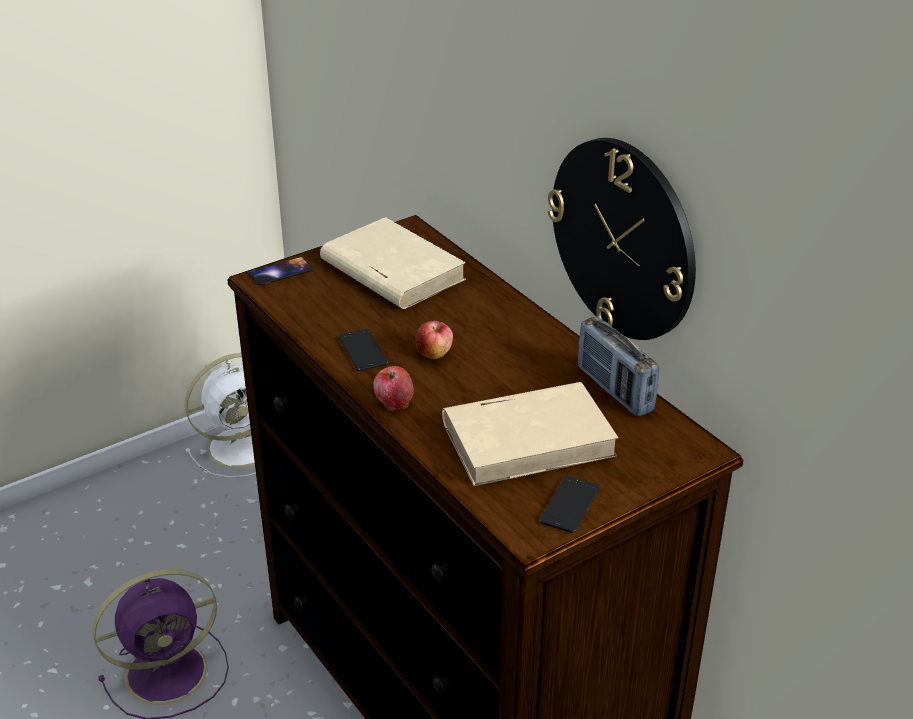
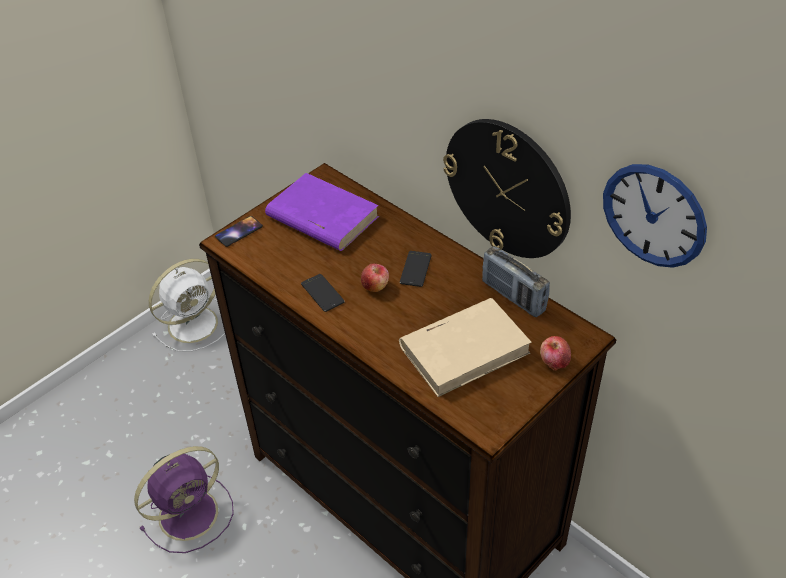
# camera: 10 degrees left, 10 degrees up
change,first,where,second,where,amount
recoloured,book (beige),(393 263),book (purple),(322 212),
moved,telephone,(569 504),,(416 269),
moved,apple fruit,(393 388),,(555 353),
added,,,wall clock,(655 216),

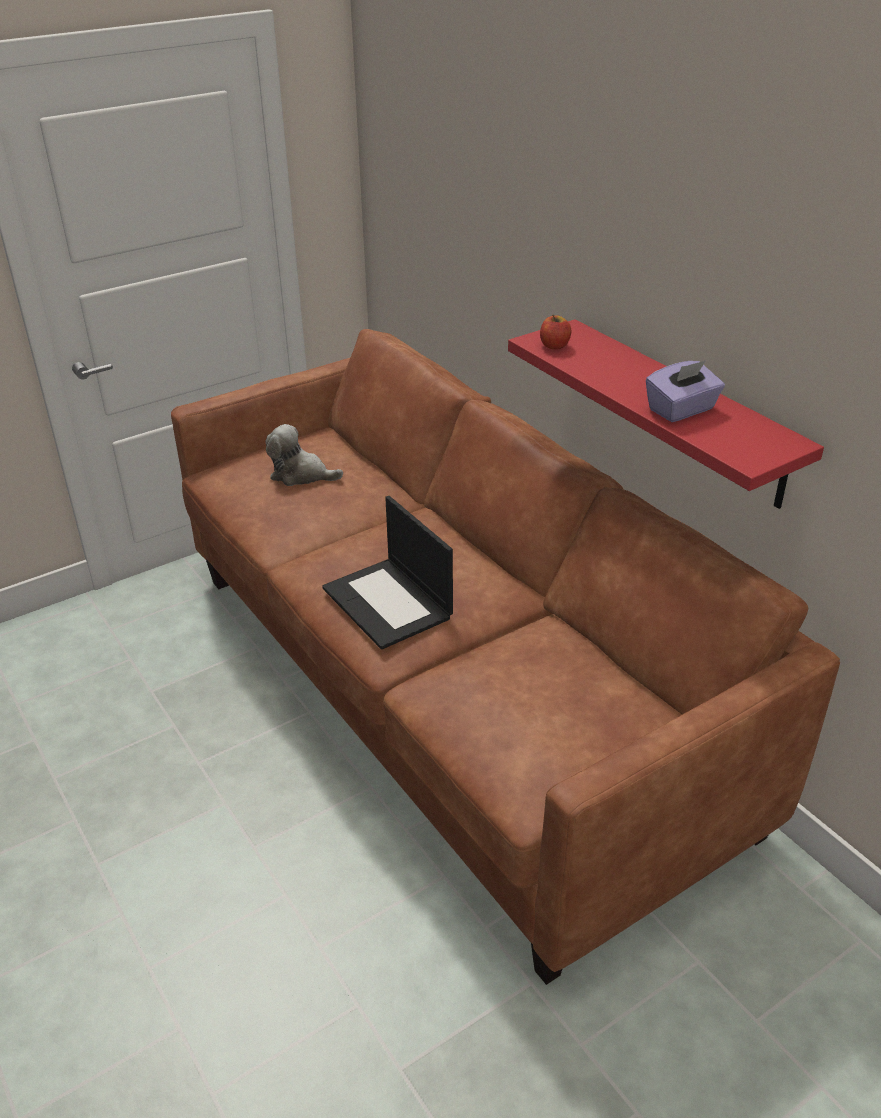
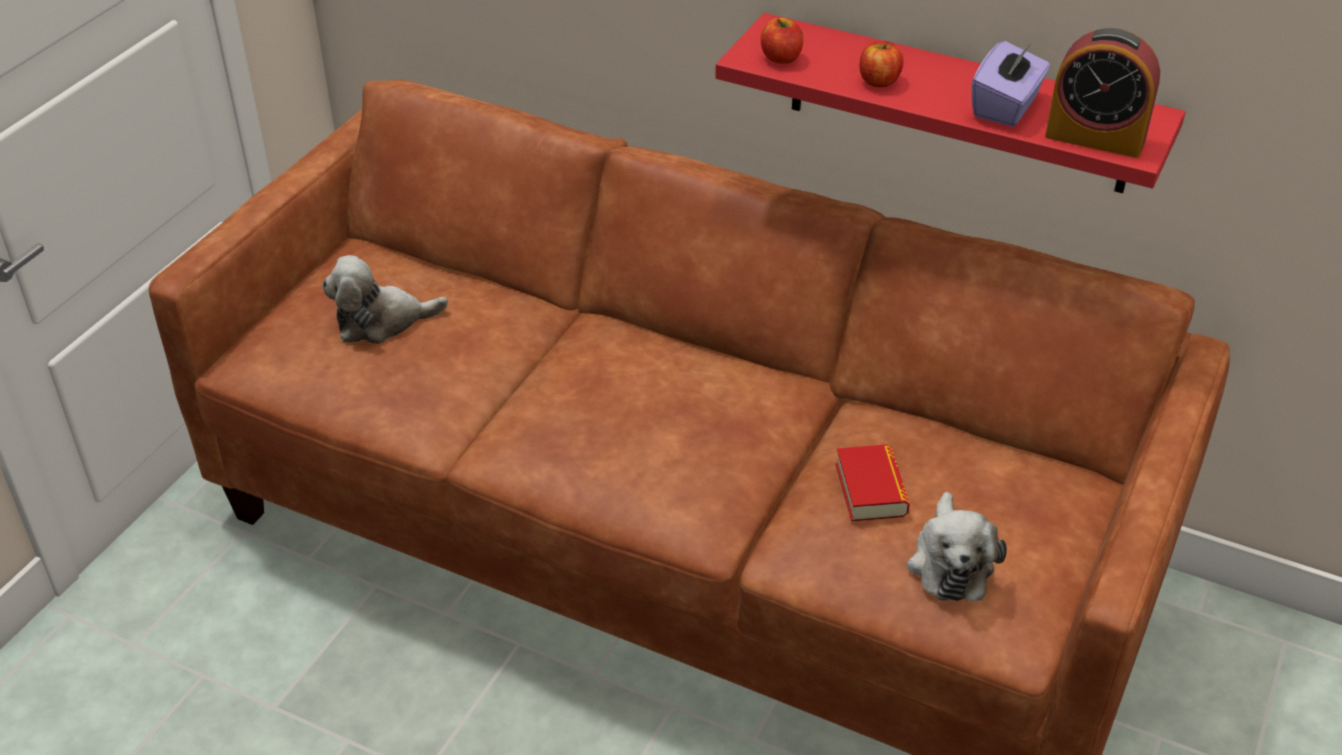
# camera: 30 degrees left, 5 degrees up
change,first,where,second,where,amount
added,,,book,(872 482),
added,,,apple fruit,(881 64),
added,,,cuddly toy,(957 546),
added,,,bedside clock,(1102 93),
removed,laptop,(387 573),,,

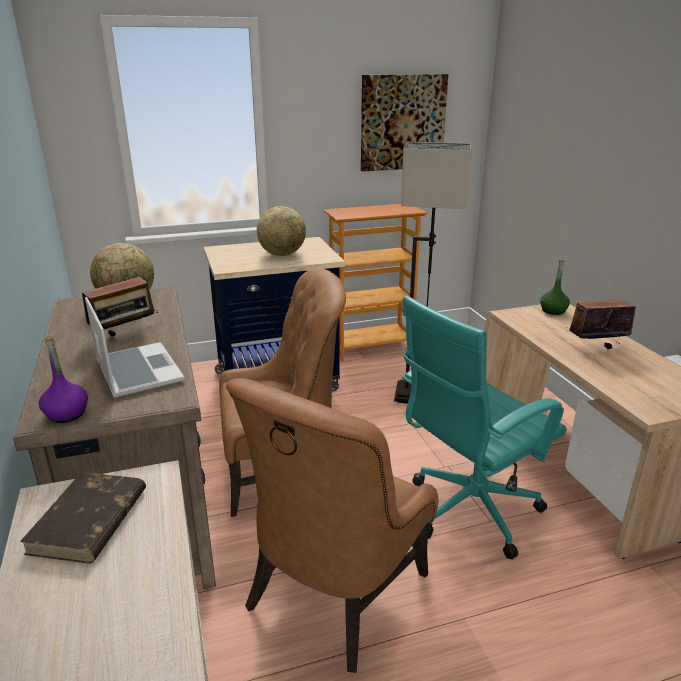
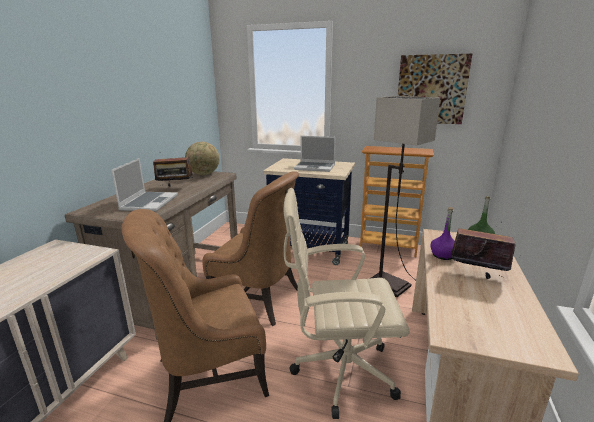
# camera: 35 degrees right, 5 degrees down
change,first,where,second,where,amount
recoloured,office chair (turquoise),(484 427),office chair (beige),(346 303),
replaced,world globe,(281 231),laptop,(315 154),
moved,drink bottle (purple),(63 379),,(442 233),
removed,book (brown),(83 518),,,

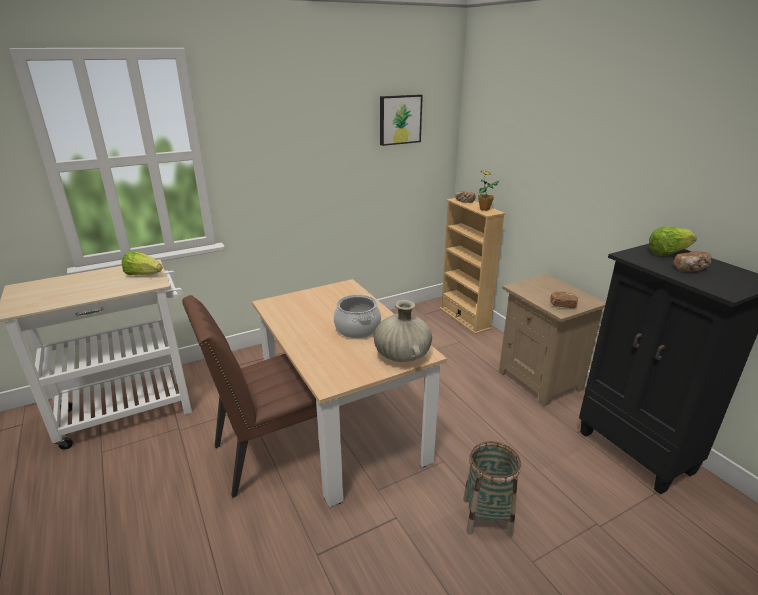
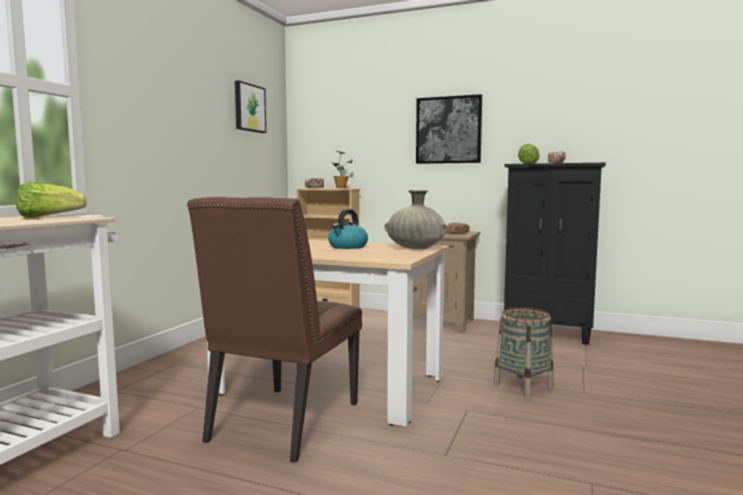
# camera: 40 degrees left, 20 degrees down
change,first,where,second,where,amount
replaced,stockpot,(357 316),kettle,(348 229),
added,,,wall picture,(449 129),

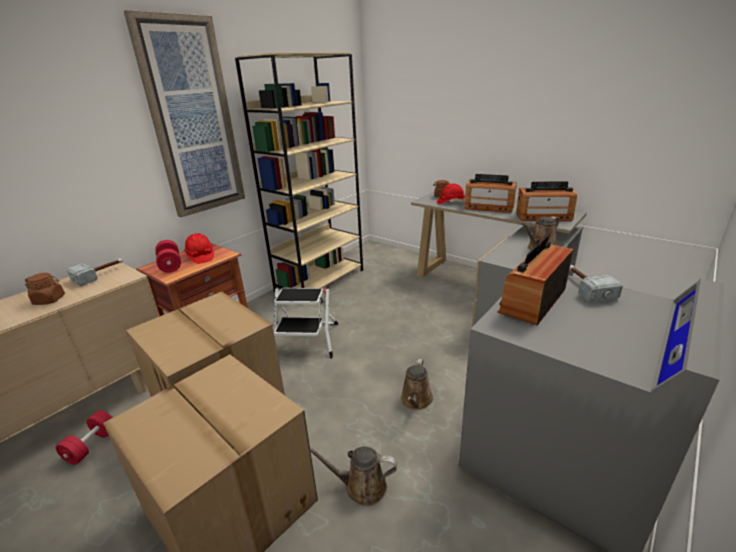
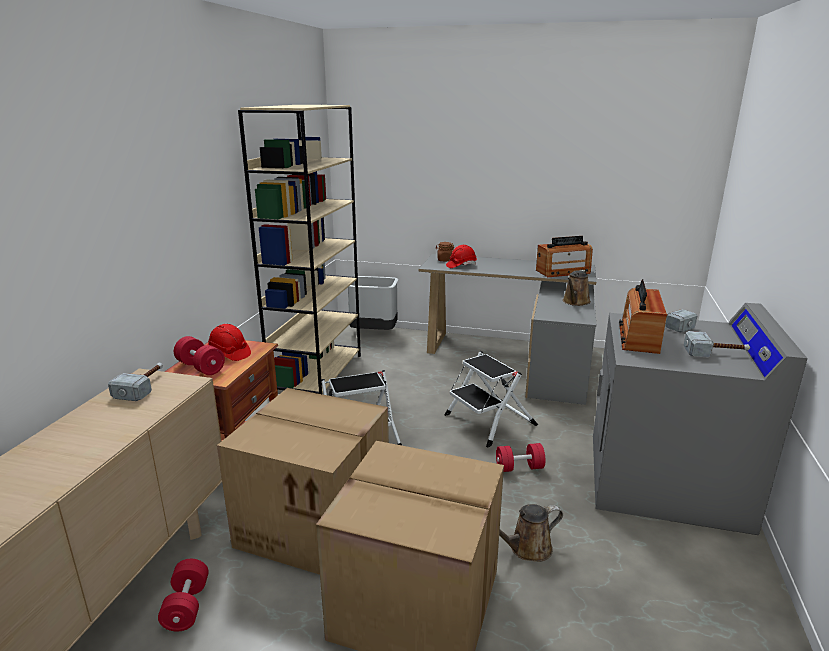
# camera: 25 degrees left, 5 degrees down
change,first,where,second,where,amount
added,,,rubbish bin (greyish),(373 303),
added,,,step ladder,(491 399),
replaced,sprinkling can (brown),(417 384),hand weight (reddish),(521 457),
added,,,hand hammer,(717 344),
removed,jar (brown),(45 289),,,
removed,wall picture,(184 113),,,
removed,radio,(490 193),,,

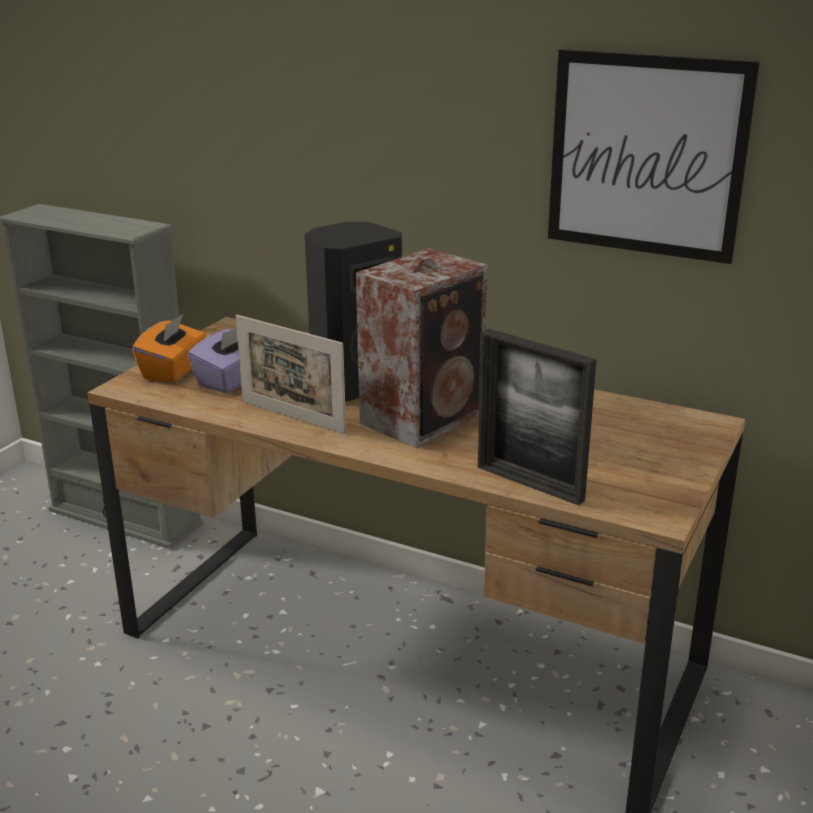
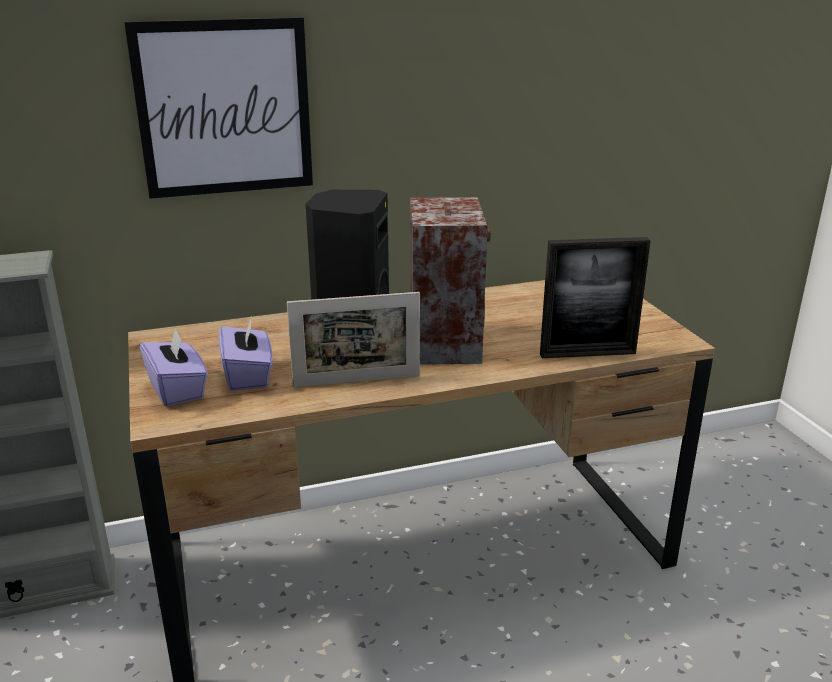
# camera: 45 degrees left, 0 degrees up
change,first,where,second,where,amount
moved,wall picture,(654 156),,(218 108),
recoloured,tissue holder (orange),(169 348),tissue holder (purple),(174 367),

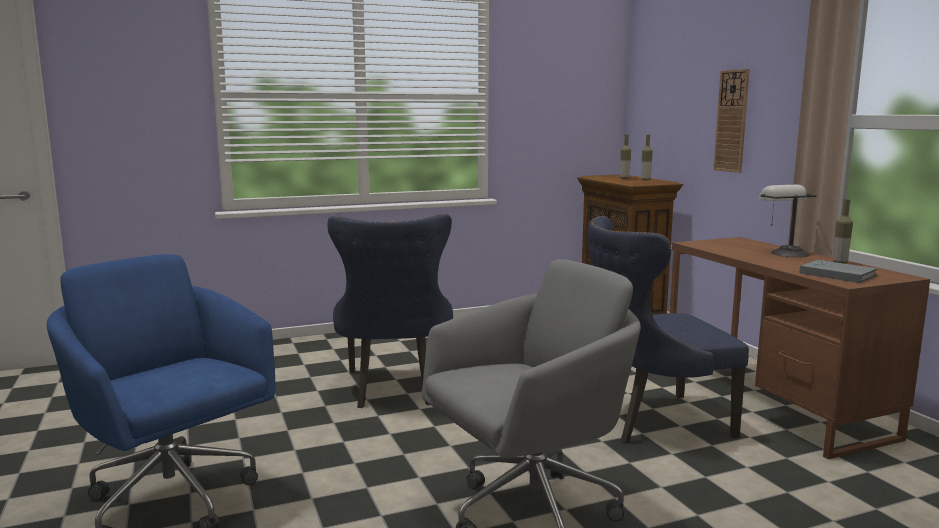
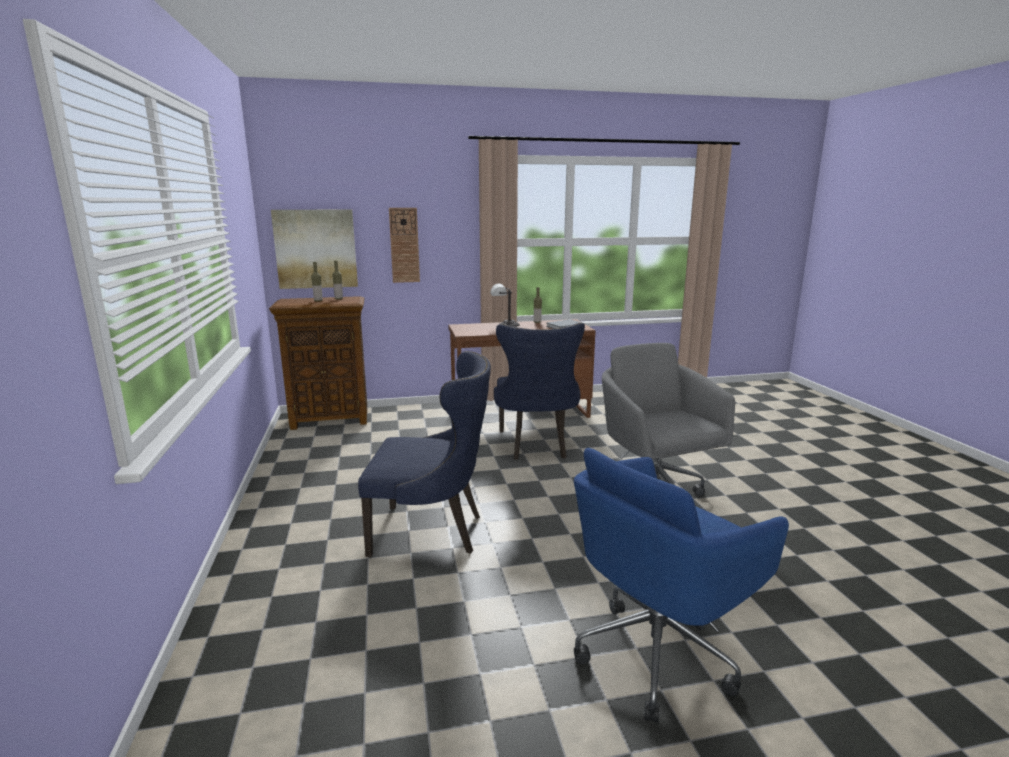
# camera: 80 degrees left, 5 degrees up
change,first,where,second,where,amount
added,,,wall picture,(314 249),

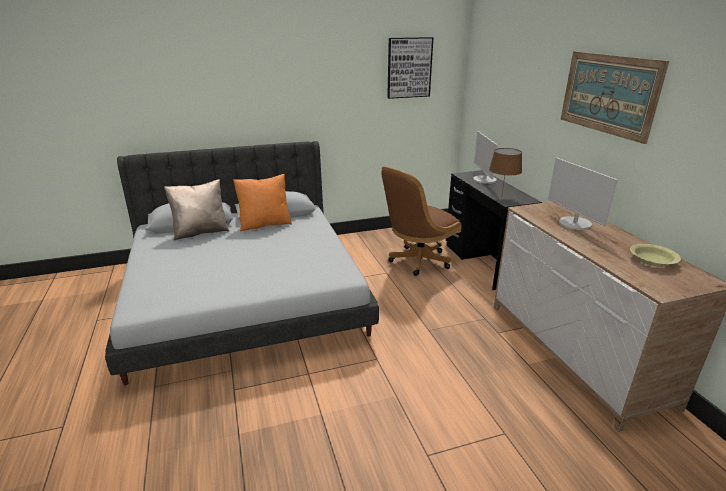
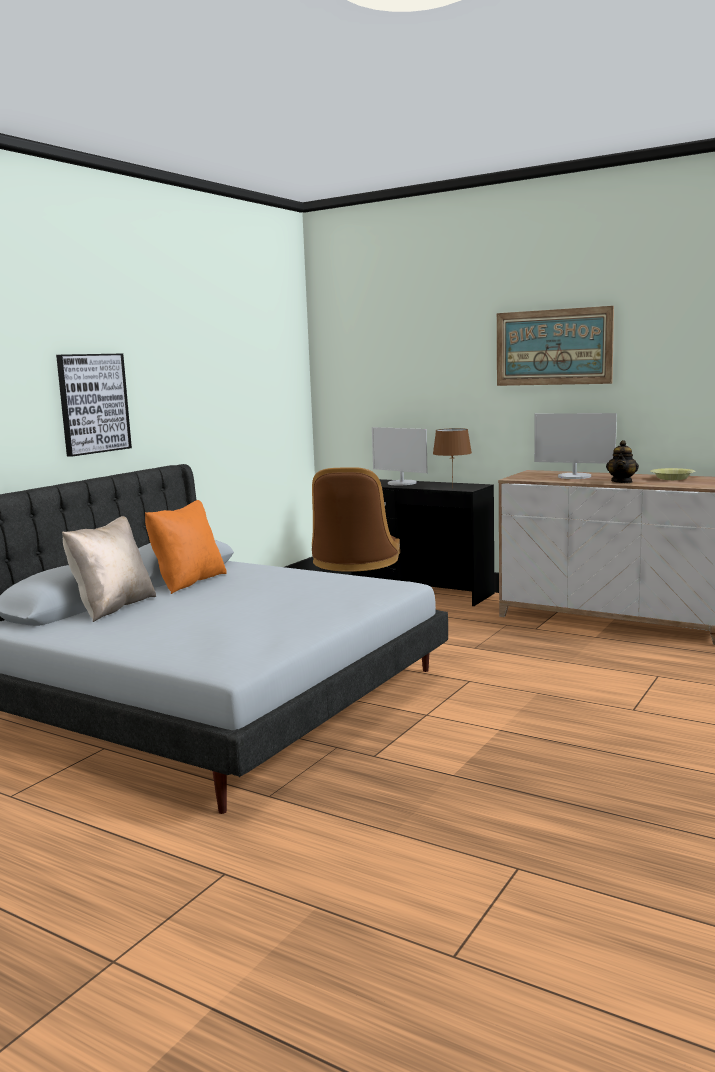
# camera: 40 degrees left, 15 degrees down
change,first,where,second,where,amount
moved,wall picture,(410 68),,(94 405),
added,,,pot for tea,(622 461),

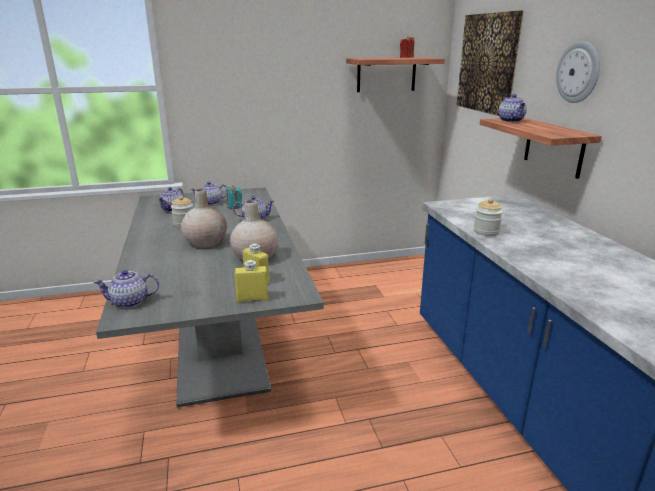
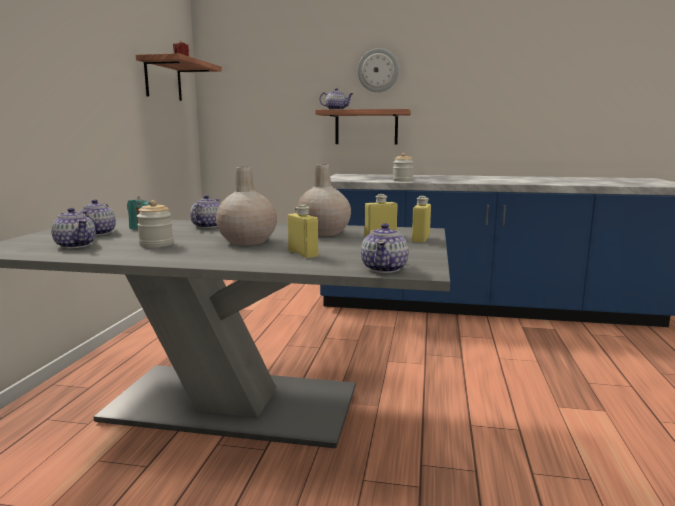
# camera: 65 degrees left, 10 degrees down
change,first,where,second,where,amount
added,,,drink bottle (yellow),(303 231),
removed,wall picture,(490 63),,,

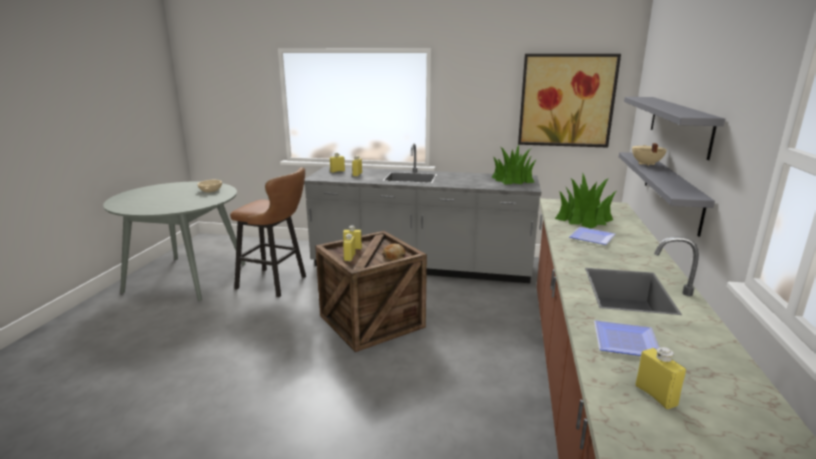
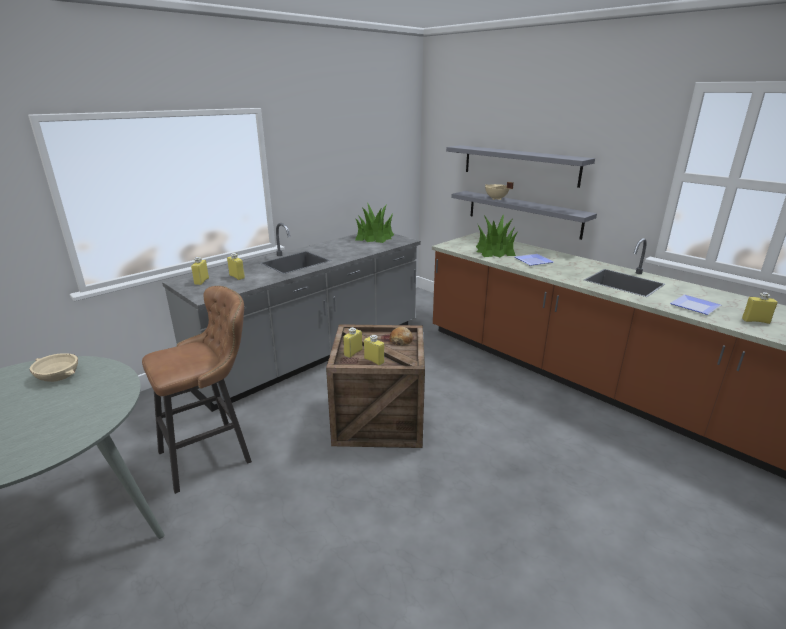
# camera: 55 degrees left, 5 degrees up
change,first,where,second,where,amount
removed,wall picture,(569 101),,,

